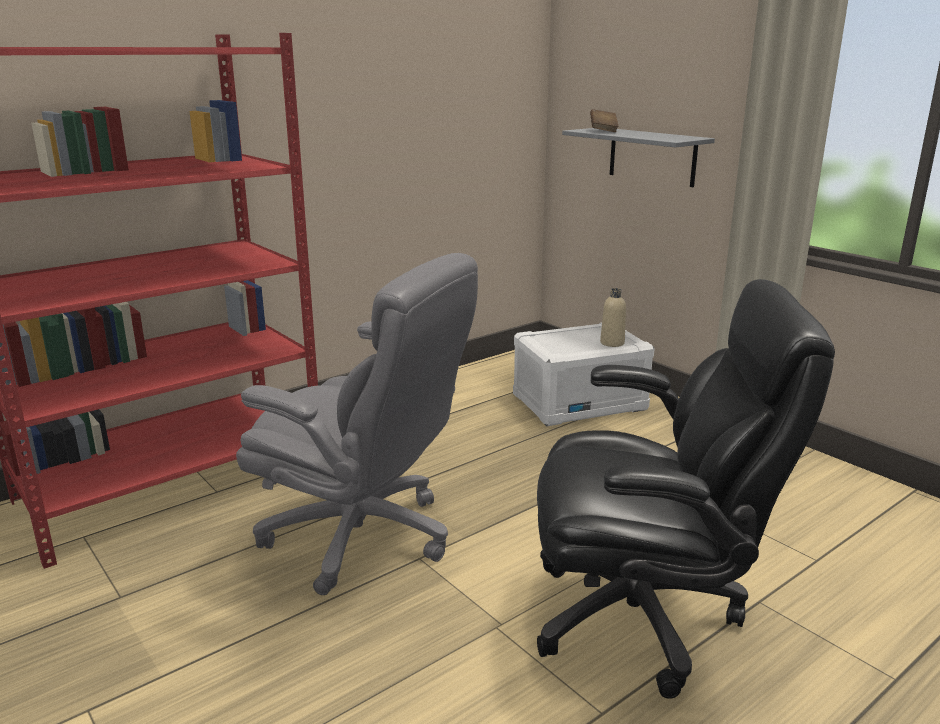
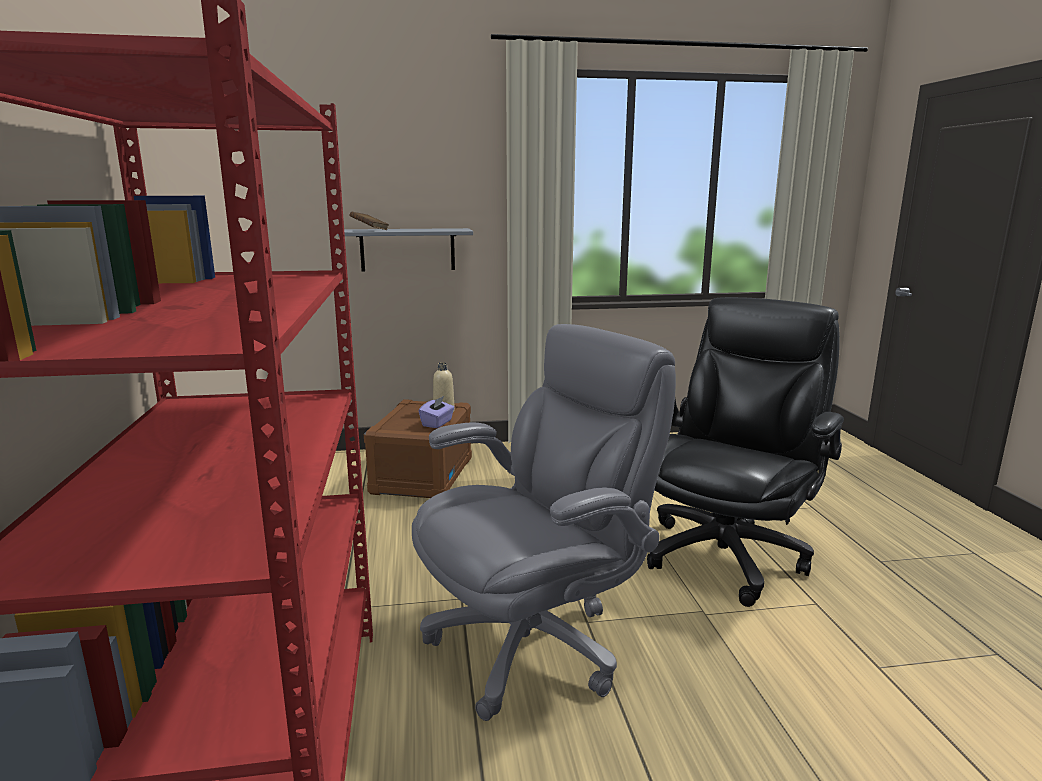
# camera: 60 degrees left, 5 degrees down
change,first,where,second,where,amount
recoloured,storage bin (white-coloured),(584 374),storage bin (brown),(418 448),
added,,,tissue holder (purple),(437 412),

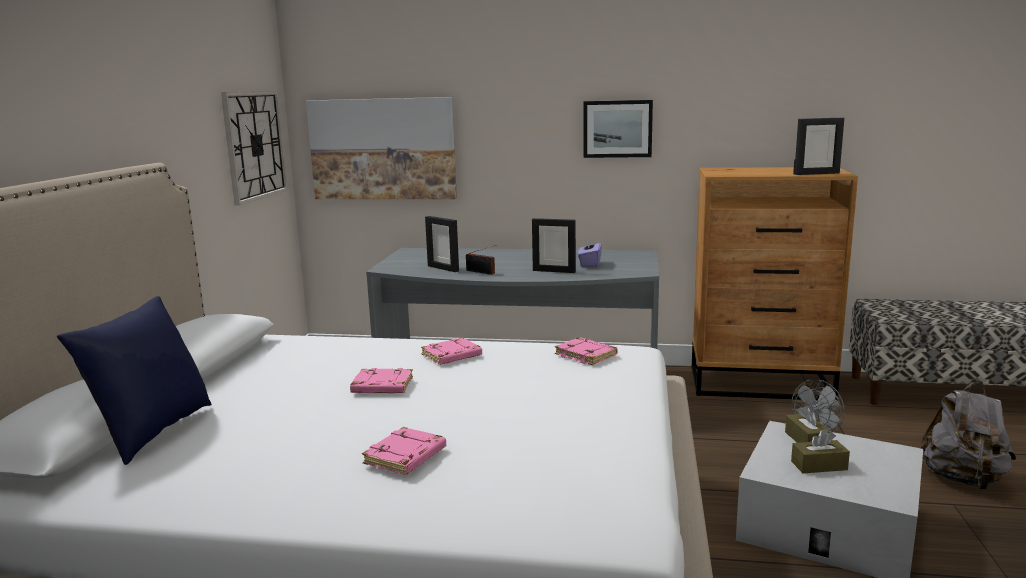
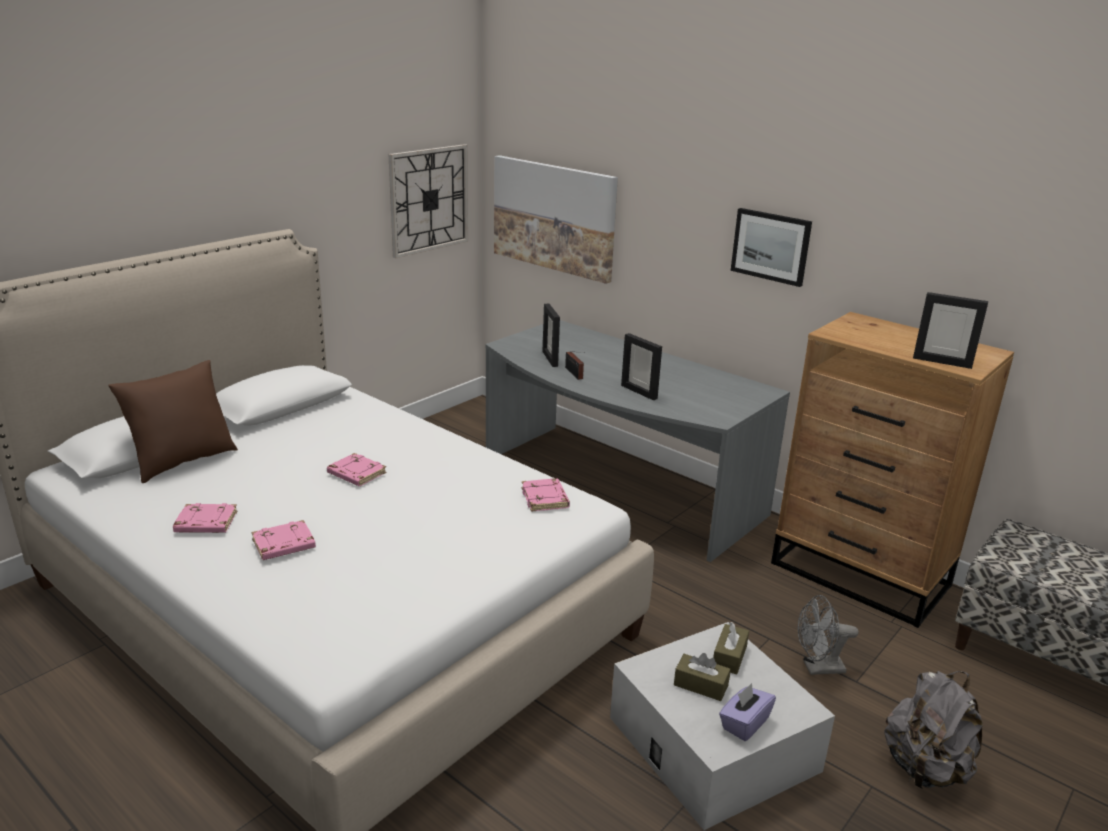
# camera: 30 degrees right, 10 degrees up
change,first,where,second,where,amount
recoloured,pillow (blue),(134 380),pillow (brown),(173 421),
moved,book (pinkish),(451 351),,(205 518),
moved,tissue holder (purple),(590 252),,(747 712),

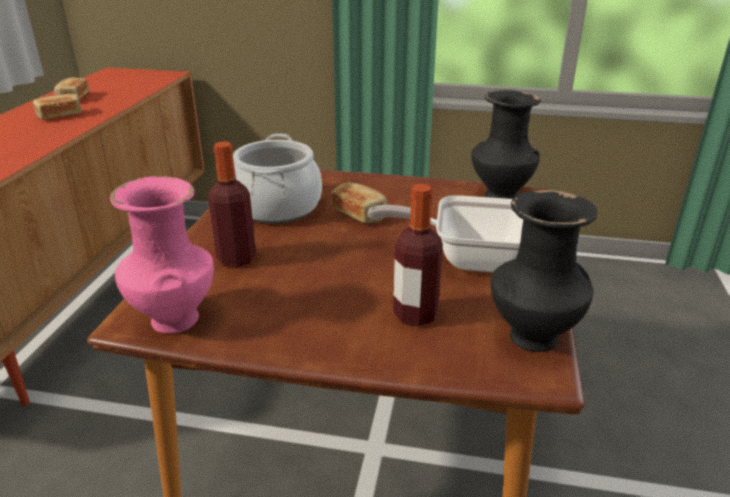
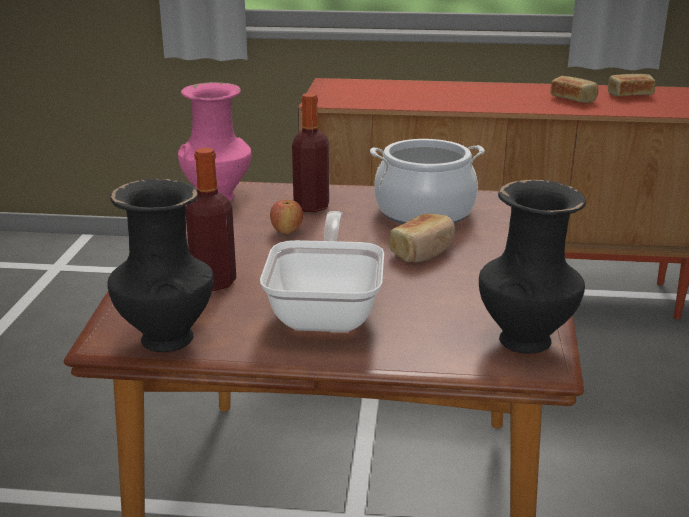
# camera: 85 degrees right, 5 degrees down
change,first,where,second,where,amount
added,,,apple fruit,(286 217),

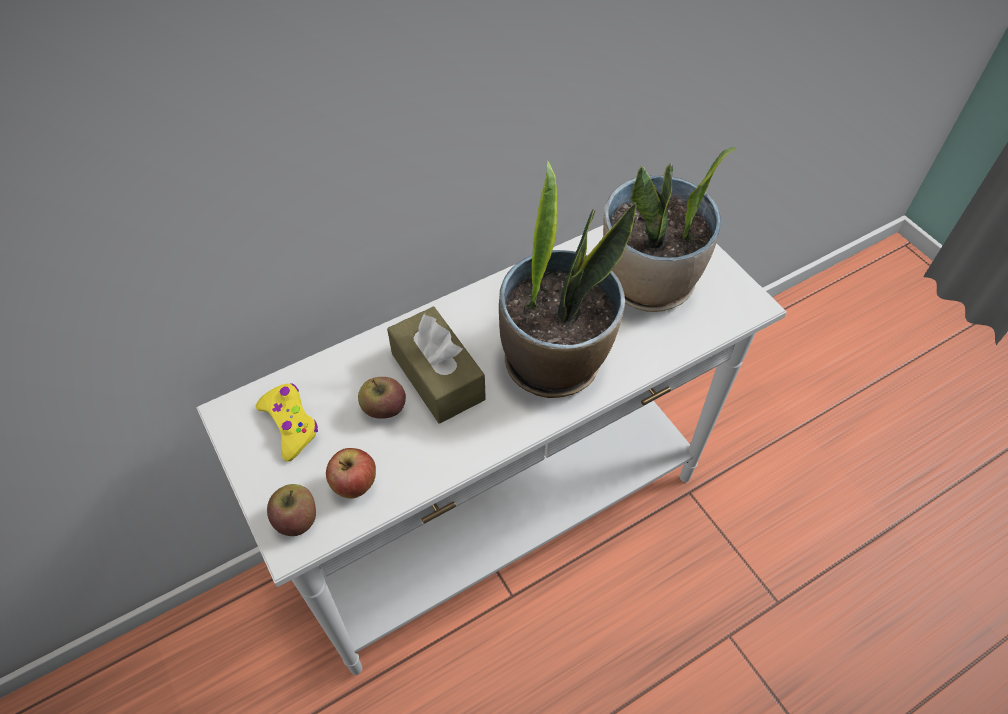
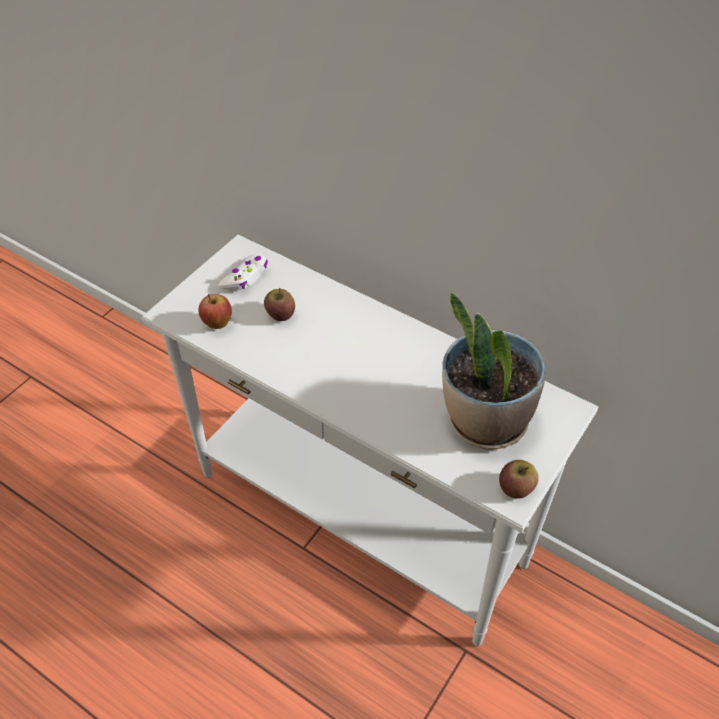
# camera: 65 degrees right, 5 degrees down
change,first,where,second,where,amount
recoloured,game controller (yellow),(287 422),game controller (white-coloured),(243 272),
moved,apple fruit,(291 510),,(519 479),
removed,tissue holder (brown),(436 365),,,
removed,potted plant,(568 279),,,

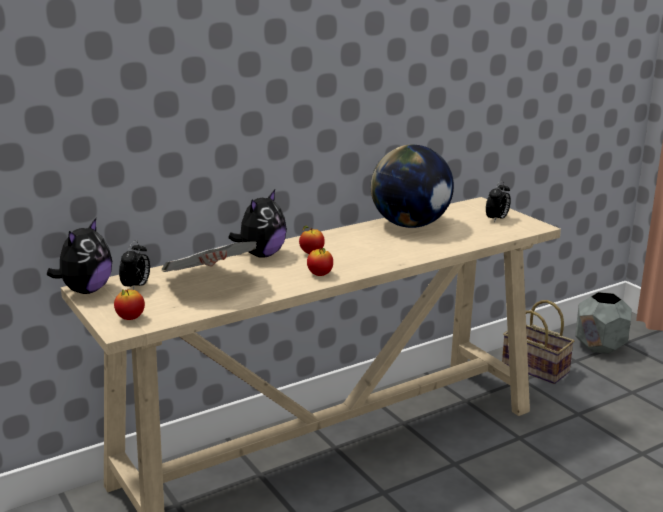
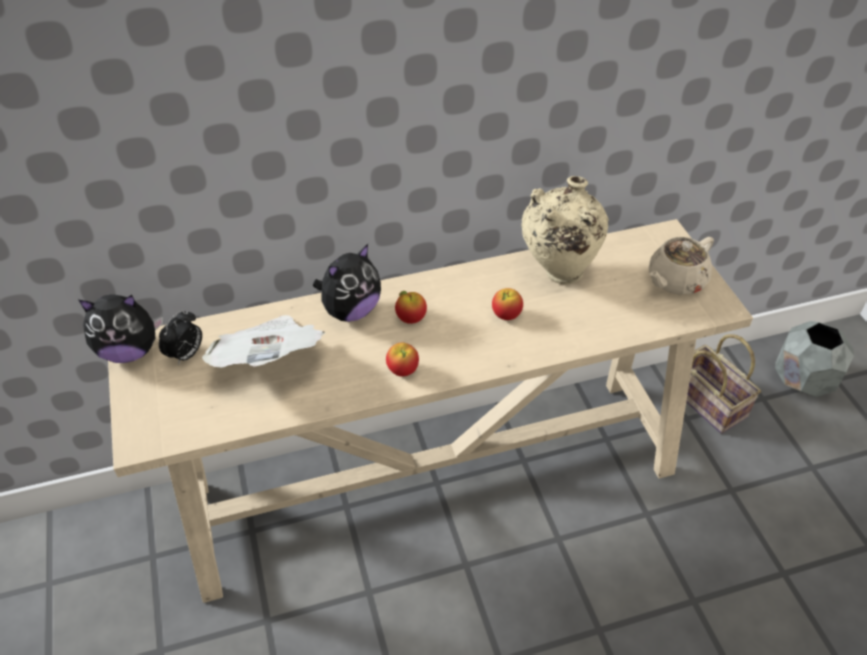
# camera: 15 degrees right, 25 degrees up
change,first,where,second,where,amount
turned,cuddly toy,(79 256),,(121 329),45 degrees clockwise
moved,apple fruit,(129 304),,(507 304),
replaced,world globe,(412 186),flower vase (beige),(565 230),
replaced,bedside clock,(498 202),pot for tea (beige),(681 266),

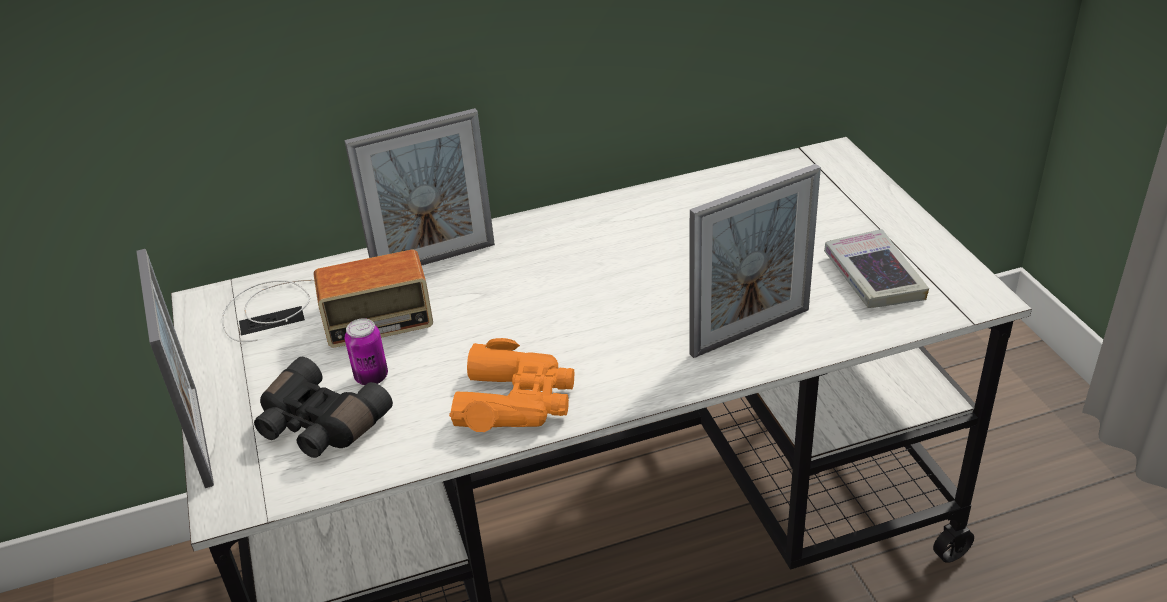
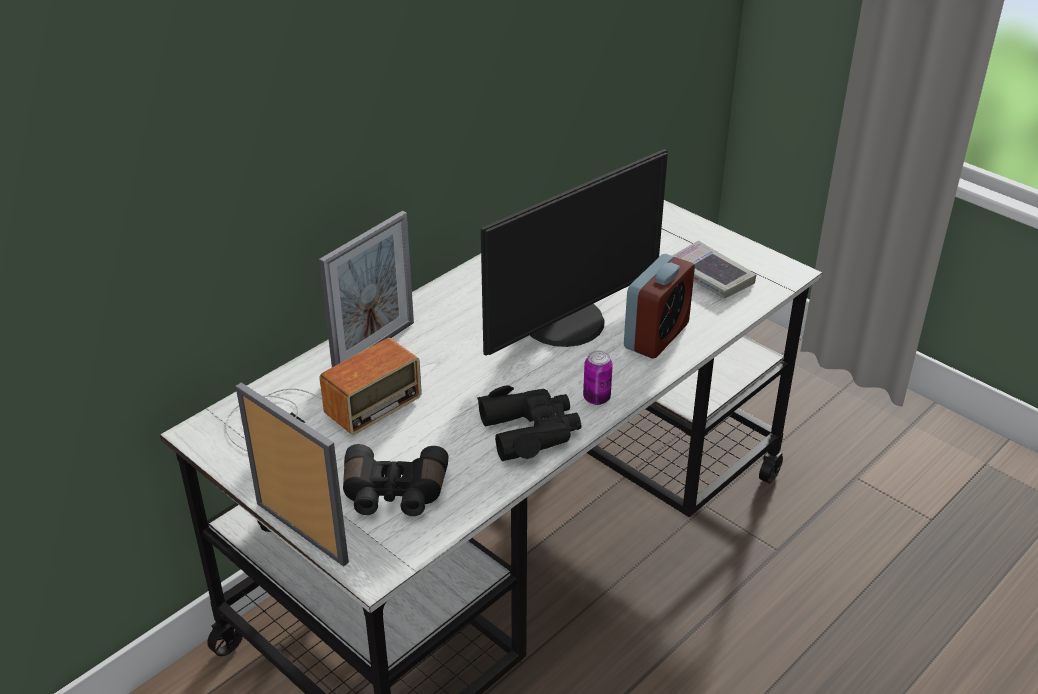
# camera: 30 degrees left, 0 degrees up
change,first,where,second,where,amount
recoloured,binoculars (orange),(511 385),binoculars (black-coloured),(529 423),
added,,,computer screen,(574 252),
moved,metal can,(366 351),,(598 377),
replaced,standing frame,(755 261),bedside clock,(659 306),

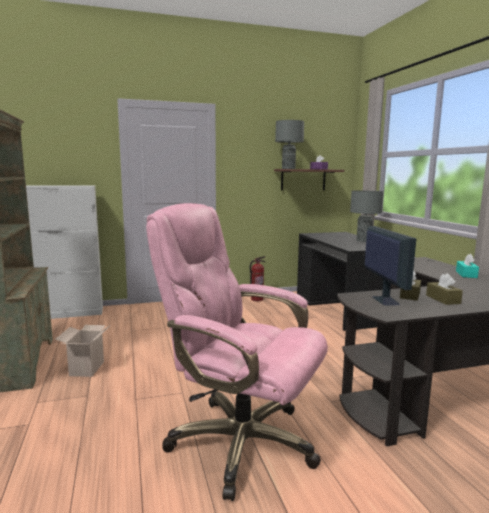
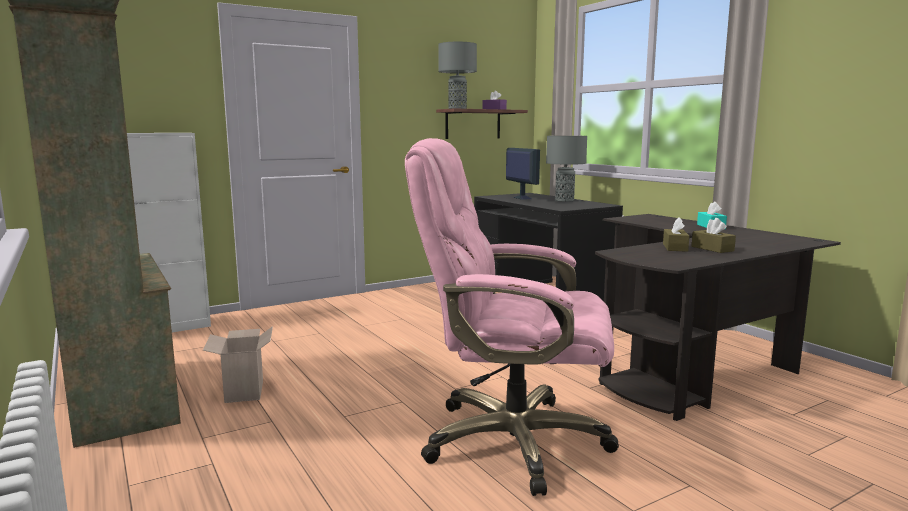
# camera: 15 degrees left, 0 degrees up
change,first,where,second,where,amount
moved,computer screen,(390 266),,(523 174),
removed,fire extinguisher,(257 278),,,

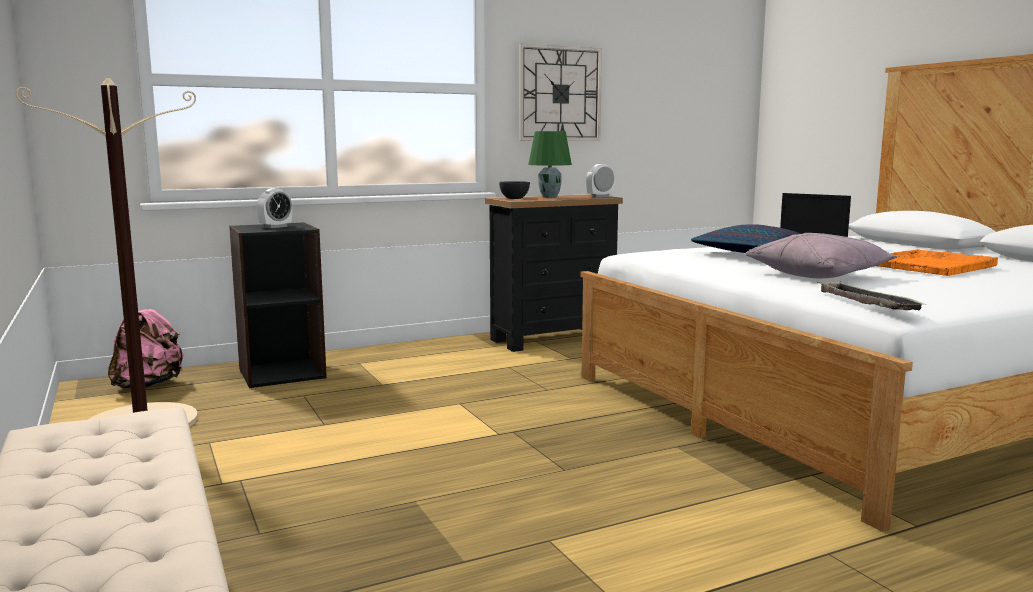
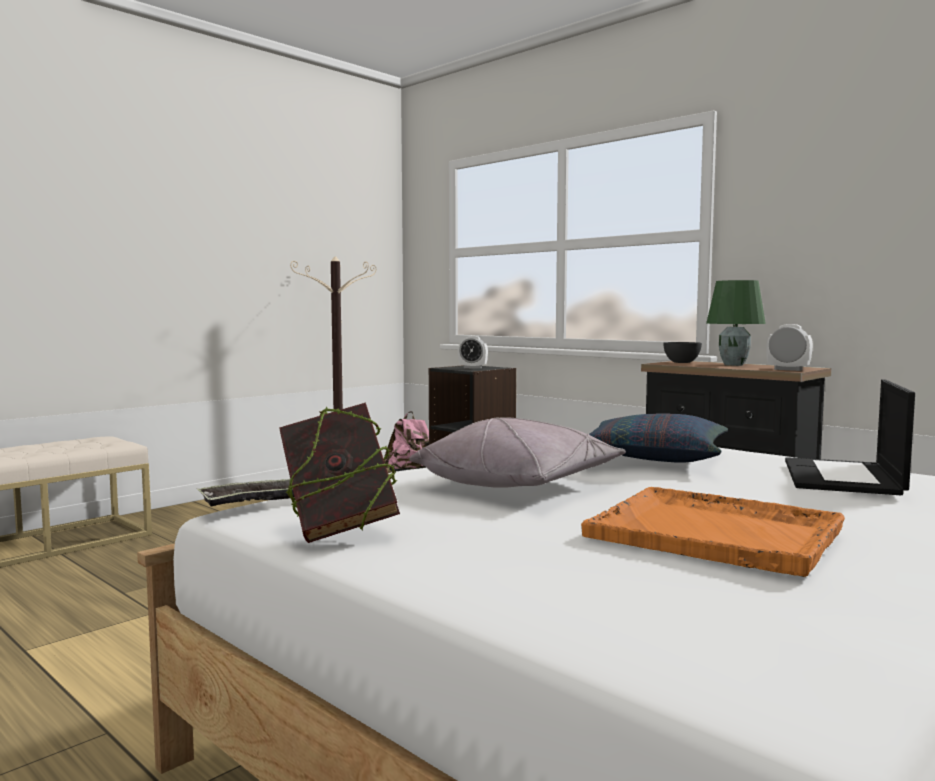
# camera: 70 degrees right, 5 degrees down
change,first,where,second,where,amount
added,,,book,(339 473),
removed,wall clock,(560 92),,,

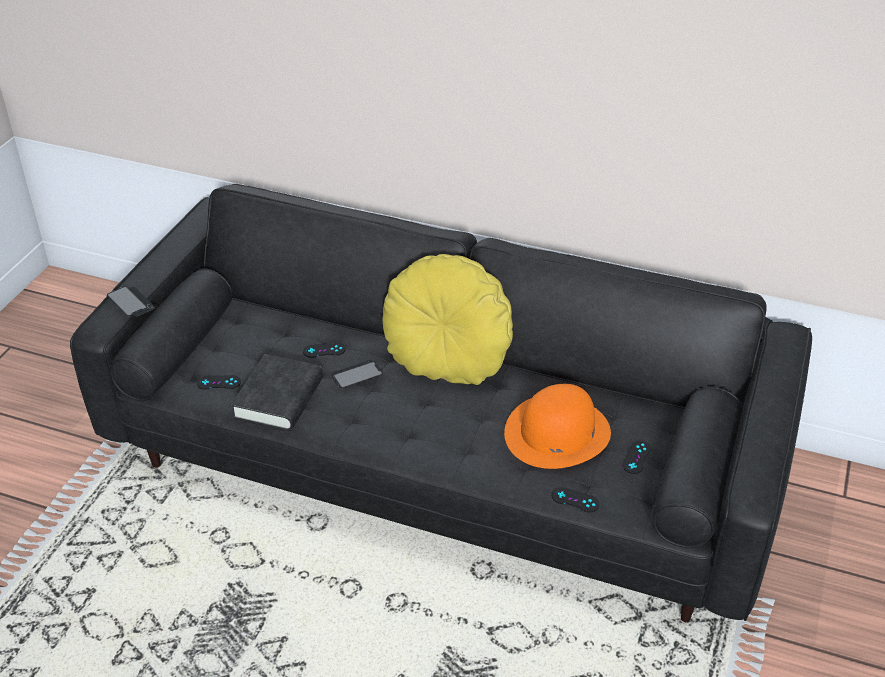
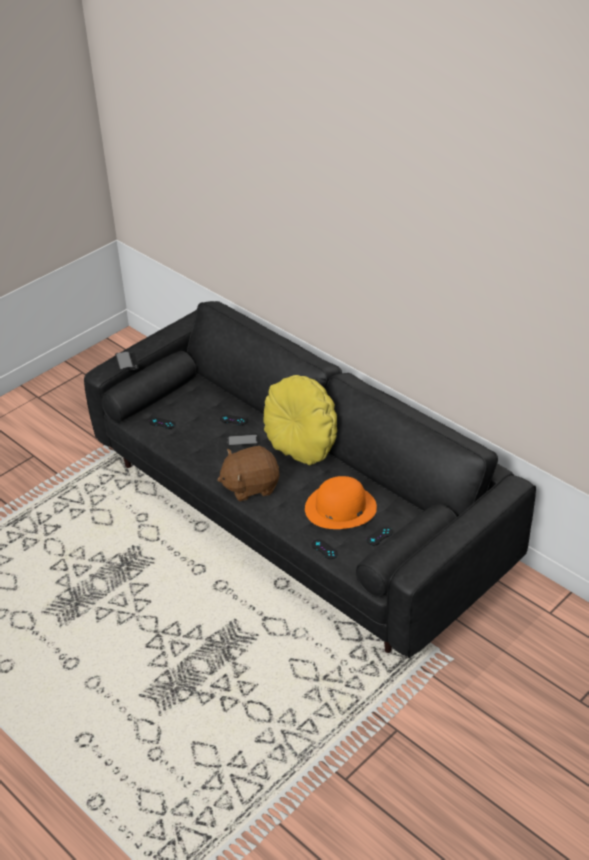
# camera: 25 degrees right, 0 degrees up
change,first,where,second,where,amount
added,,,cuddly toy (brown),(248 473),
removed,book (black-coloured),(277 392),,,

